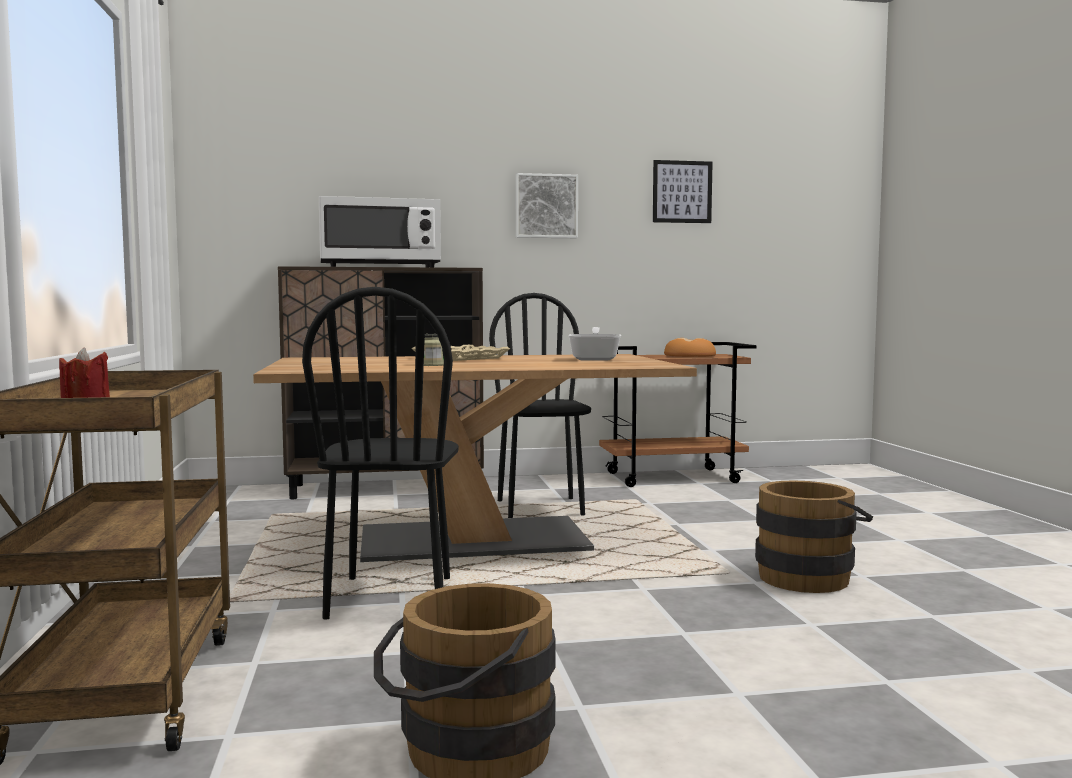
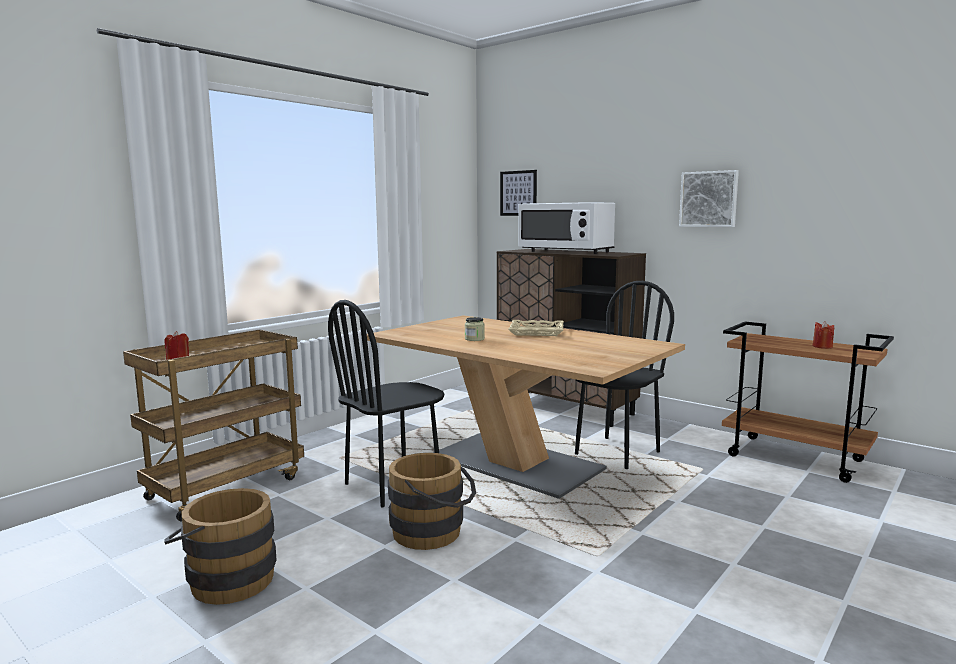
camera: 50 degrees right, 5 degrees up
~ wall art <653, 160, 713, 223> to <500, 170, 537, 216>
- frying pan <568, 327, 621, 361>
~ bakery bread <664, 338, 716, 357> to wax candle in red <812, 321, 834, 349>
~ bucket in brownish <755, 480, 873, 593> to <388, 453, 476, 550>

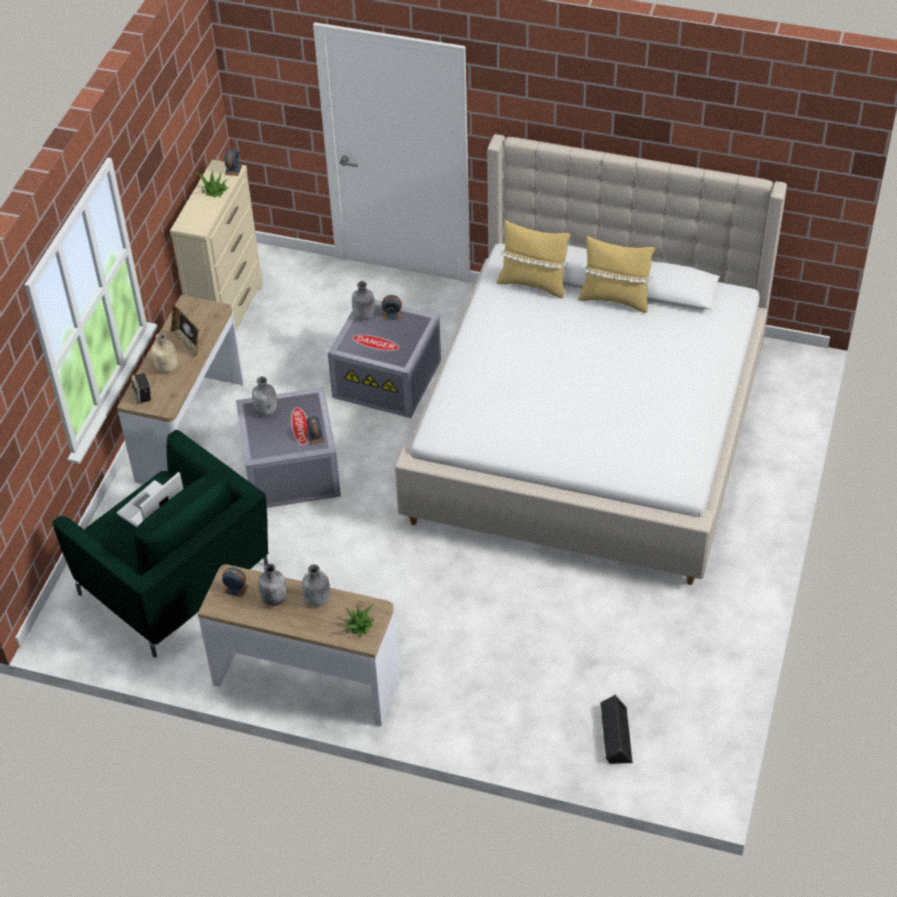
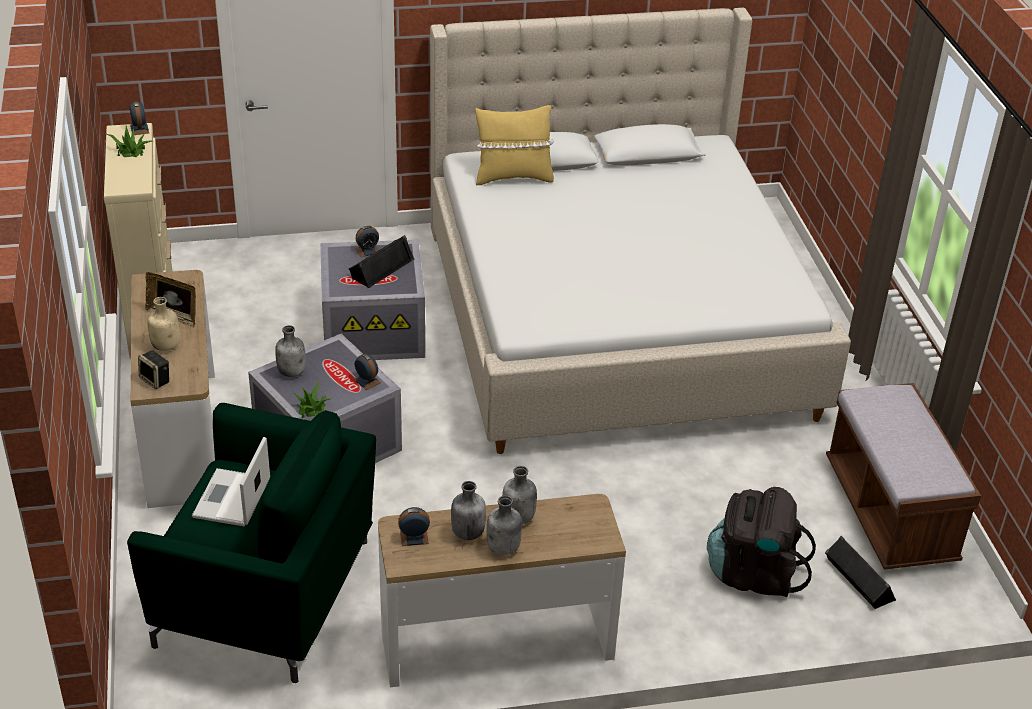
camera: 30 degrees left, 10 degrees down
- cushion in yellow <578, 236, 655, 313>
~ beverage bottle in greyish <352, 281, 375, 320> to <486, 496, 522, 555>
~ plant in a pot <344, 603, 375, 637> to <292, 382, 331, 419>
+ audio speaker in black-coloured <349, 235, 415, 288>
+ long seat in brownish <826, 383, 981, 570>
+ knapsack in black-coloured <707, 487, 816, 597>

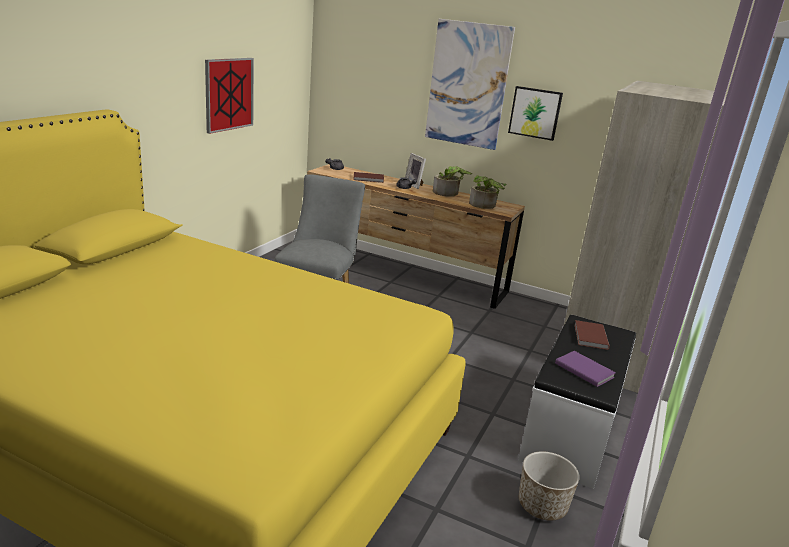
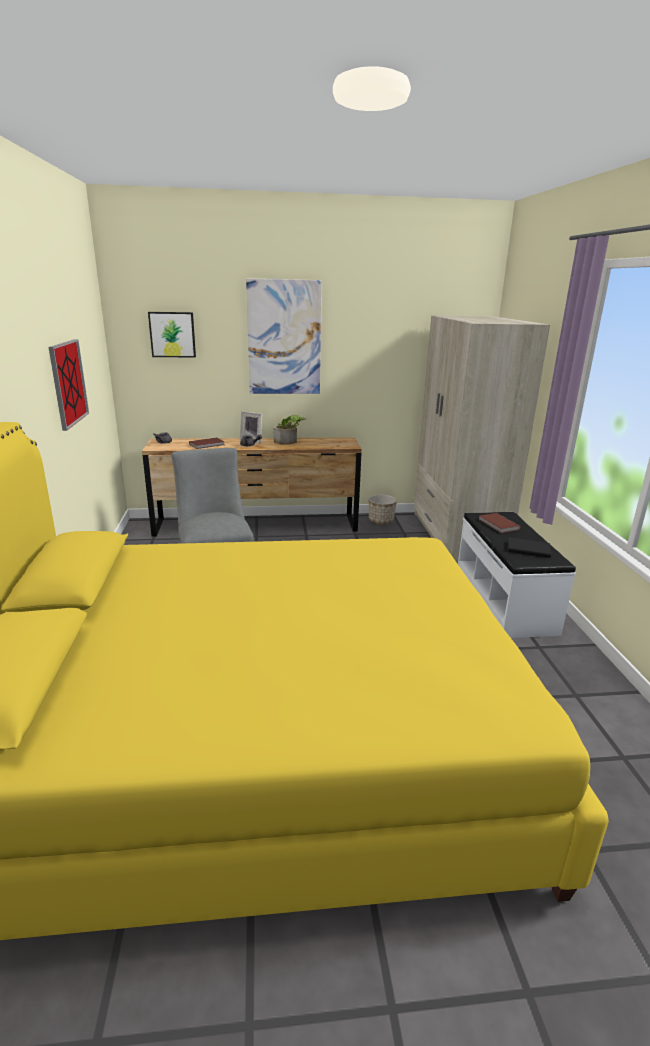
camera: 30 degrees left, 0 degrees up
~ wall art <508, 86, 563, 141> to <148, 312, 196, 358>
- plant in a pot <469, 175, 506, 209>
~ book in purplish <555, 351, 616, 387> to book in black-coloured <508, 538, 551, 558>
~ planter <519, 451, 580, 521> to <368, 494, 397, 524>

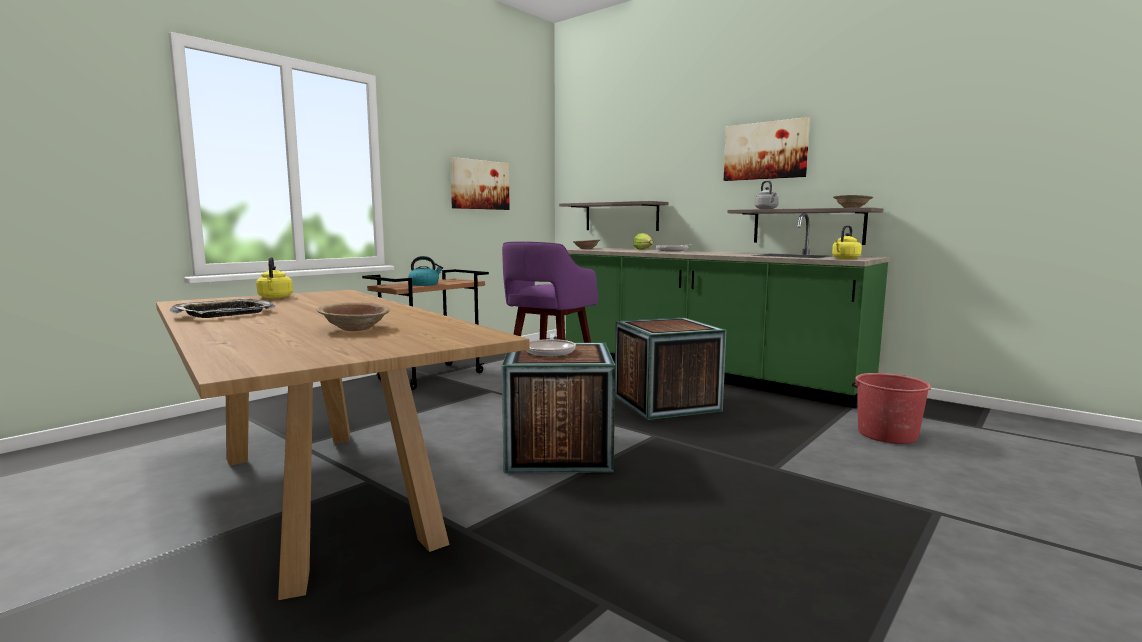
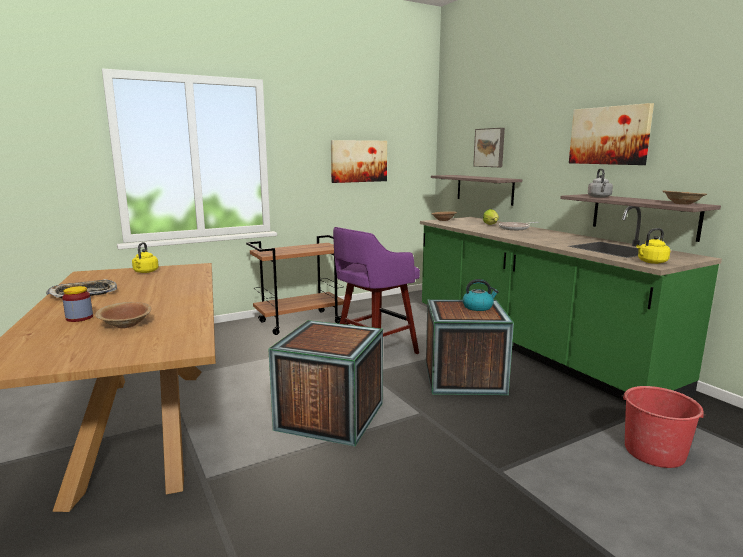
camera: 20 degrees right, 5 degrees up
~ kettle <408, 256, 443, 286> to <462, 279, 499, 311>
- frying pan <526, 334, 576, 356>
+ wall art <473, 128, 505, 167>
+ jar <62, 286, 93, 322>

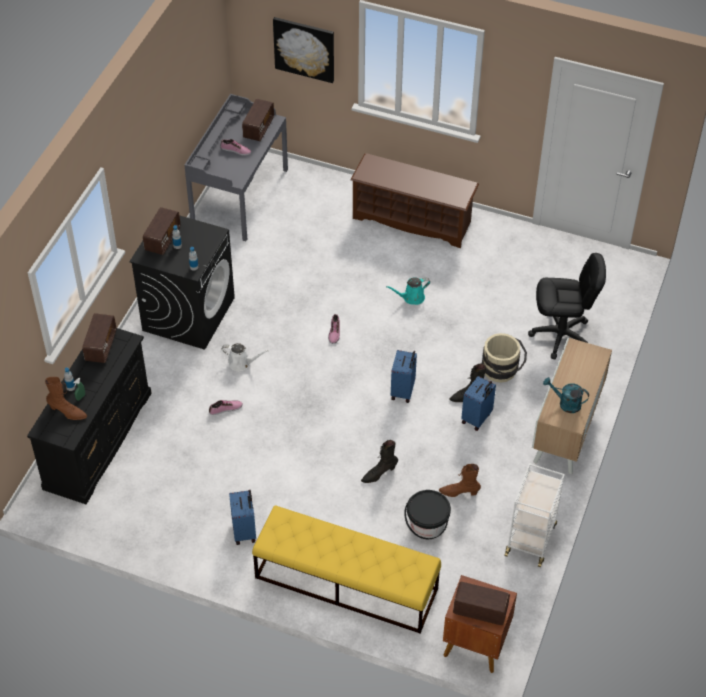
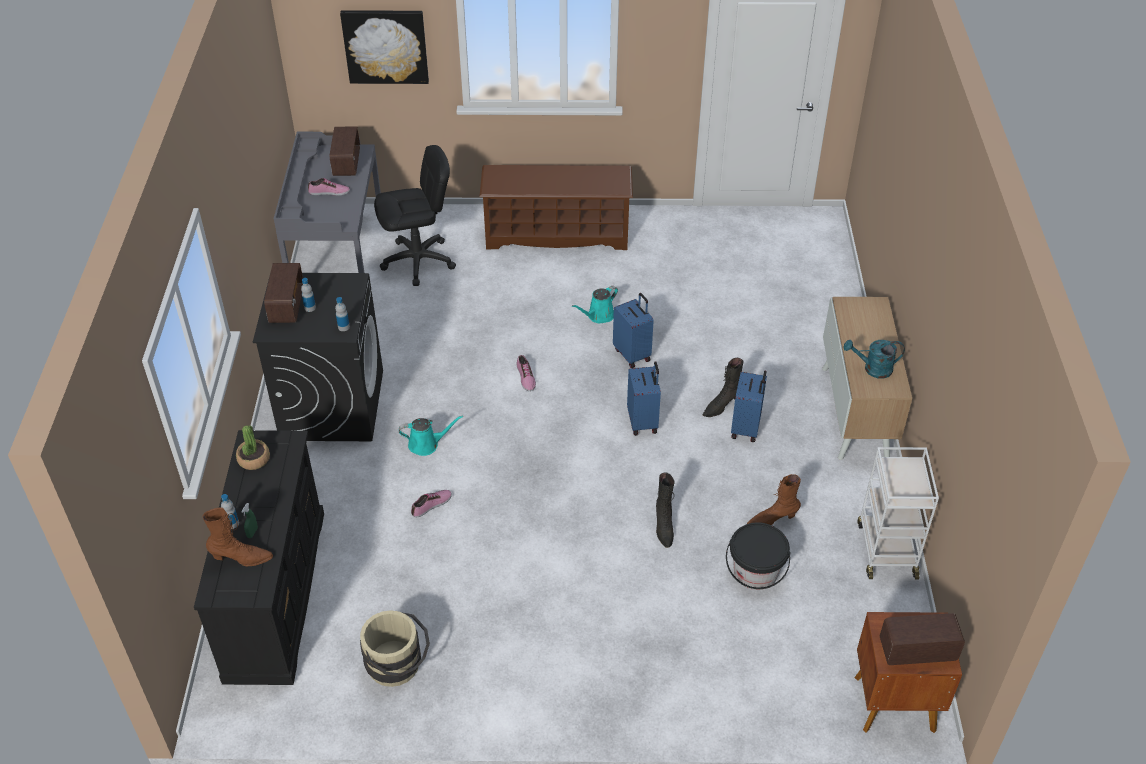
camera: 20 degrees left, 5 degrees down
~ computer chair in black-coloured <528, 253, 606, 359> to <374, 145, 456, 286>
~ radio <82, 313, 116, 363> to plant in a pot <236, 425, 270, 470>
~ bucket in beige <482, 333, 527, 383> to <360, 610, 430, 687>
~ watering can in whitish <221, 343, 268, 371> to watering can in turquoise <399, 415, 463, 456>
~ boot in black-coloured <361, 440, 398, 483> = <656, 472, 675, 548> 45 degrees counterclockwise
~ suitcase in blue-coloured <229, 489, 256, 545> to <613, 293, 654, 368>
- long seat in yellow <252, 506, 441, 634>

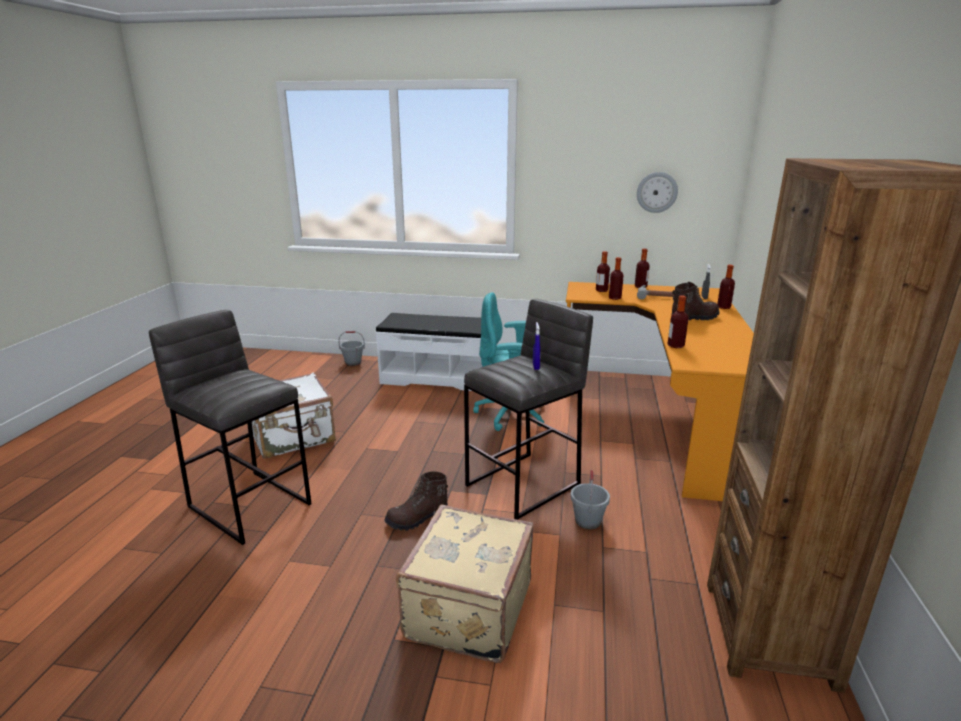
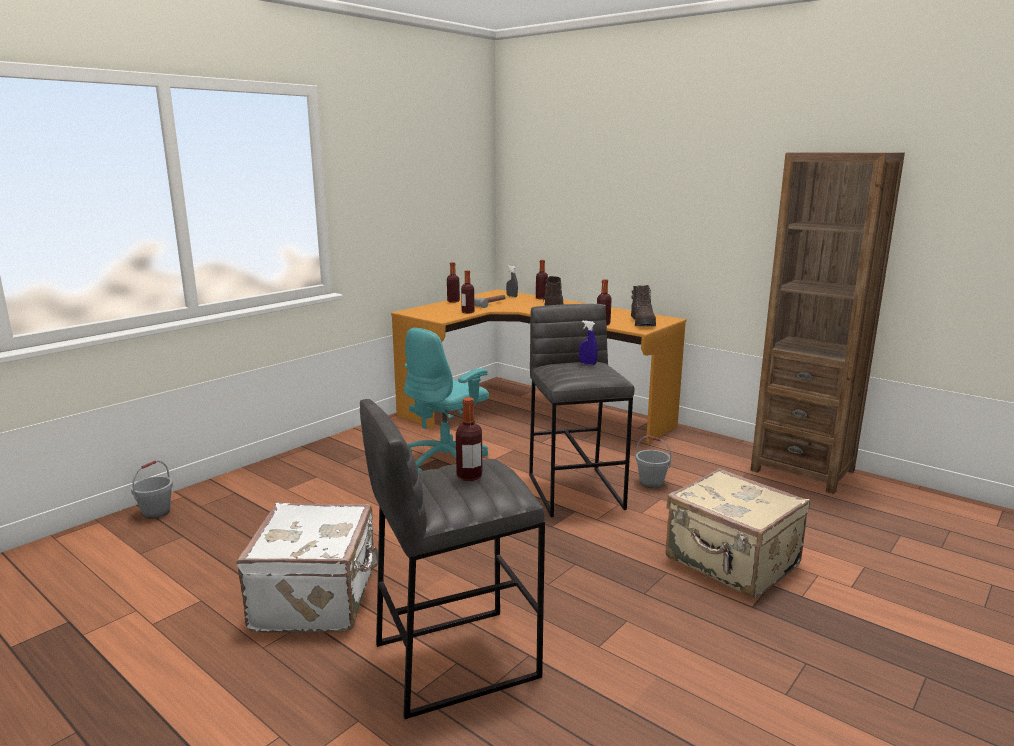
camera: 60 degrees left, 5 degrees down
- hanging clock <637, 172, 678, 213>
~ beverage bottle <596, 251, 610, 292> to <456, 397, 482, 481>
- long seat in whitish <375, 313, 483, 391>
~ boot in brownish <384, 471, 448, 531> to <631, 285, 656, 326>

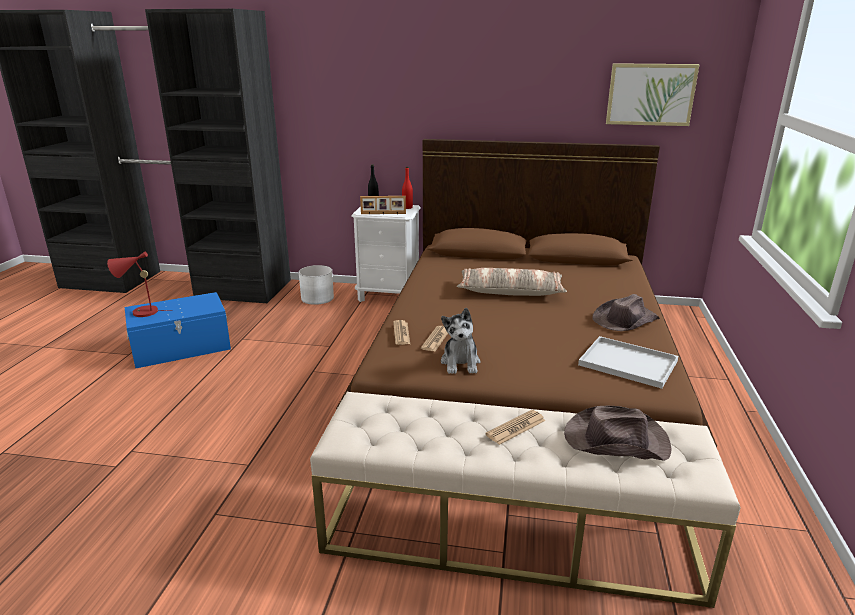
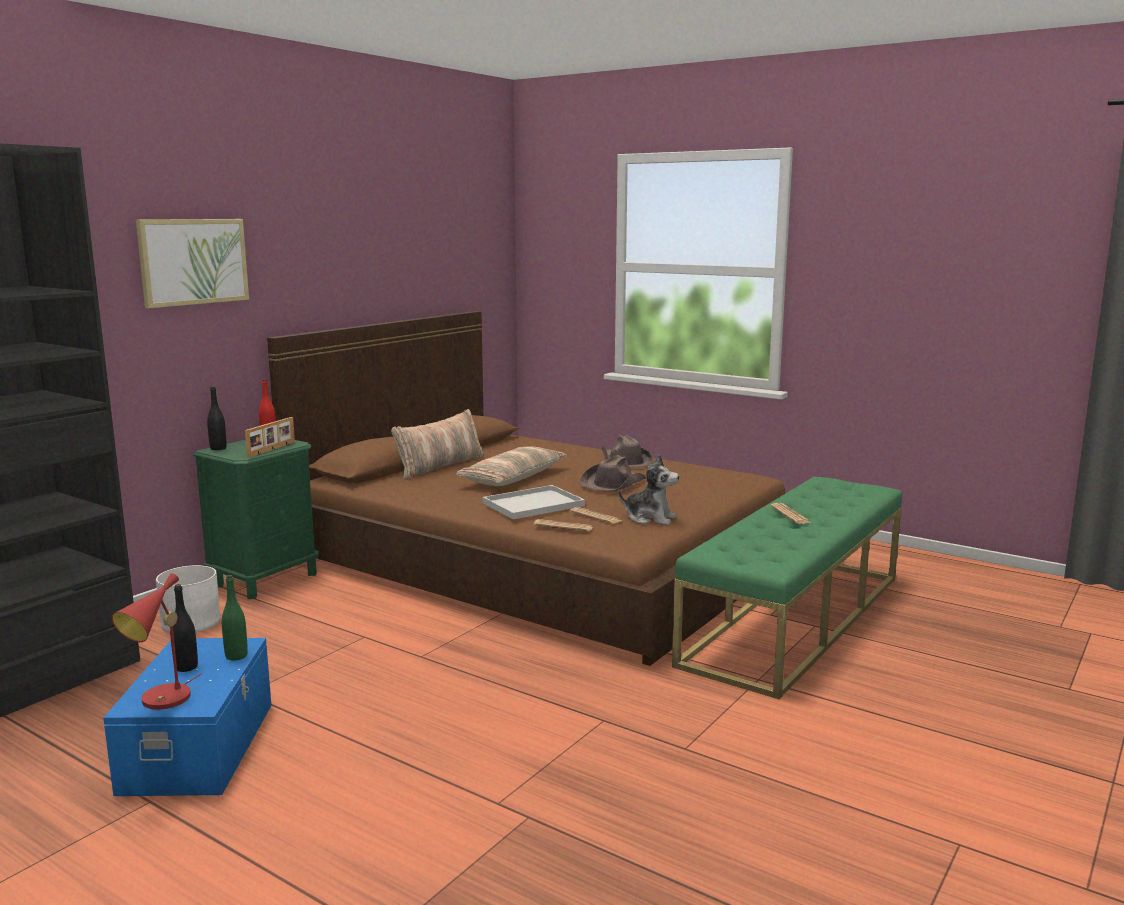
camera: 65 degrees left, 10 degrees down
~ wall art <606, 63, 700, 126> to <136, 219, 249, 308>
~ bedside table in whitish <351, 205, 421, 302> to bedside table in green <193, 440, 319, 599>
~ carrying tray in whitish <578, 336, 678, 389> to <483, 485, 585, 519>
~ long seat in beige <310, 392, 741, 608> to long seat in green <672, 476, 902, 699>
~ hat in brownish <564, 406, 672, 461> to <580, 455, 646, 491>
+ cushion <391, 409, 484, 480>
+ beverage bottle in green <222, 575, 248, 661>
+ beverage bottle in black-coloured <170, 584, 198, 672>

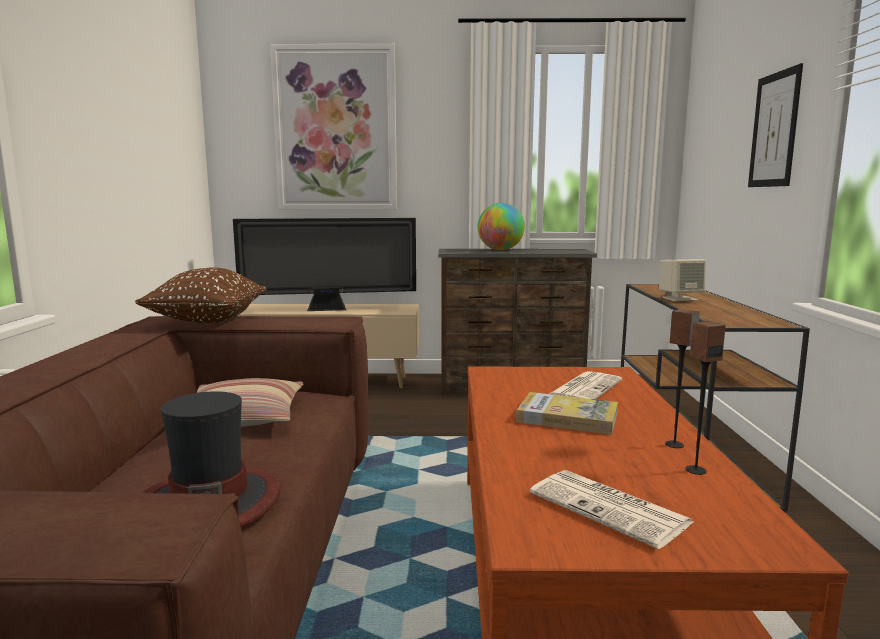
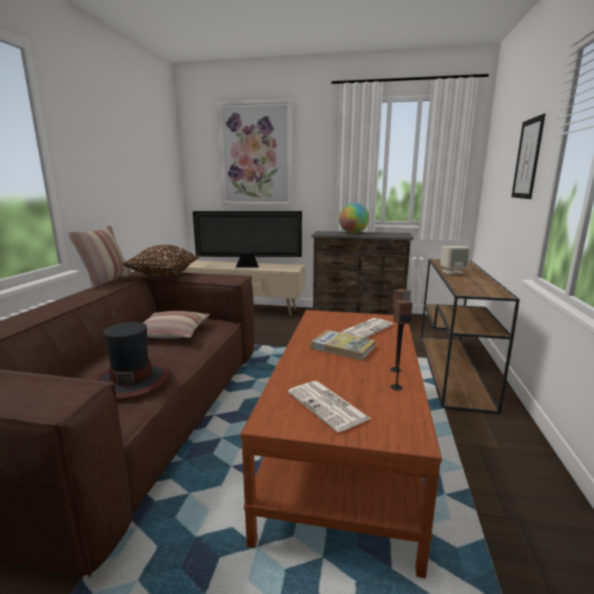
camera: 10 degrees right, 5 degrees up
+ cushion <68, 226, 132, 288>

